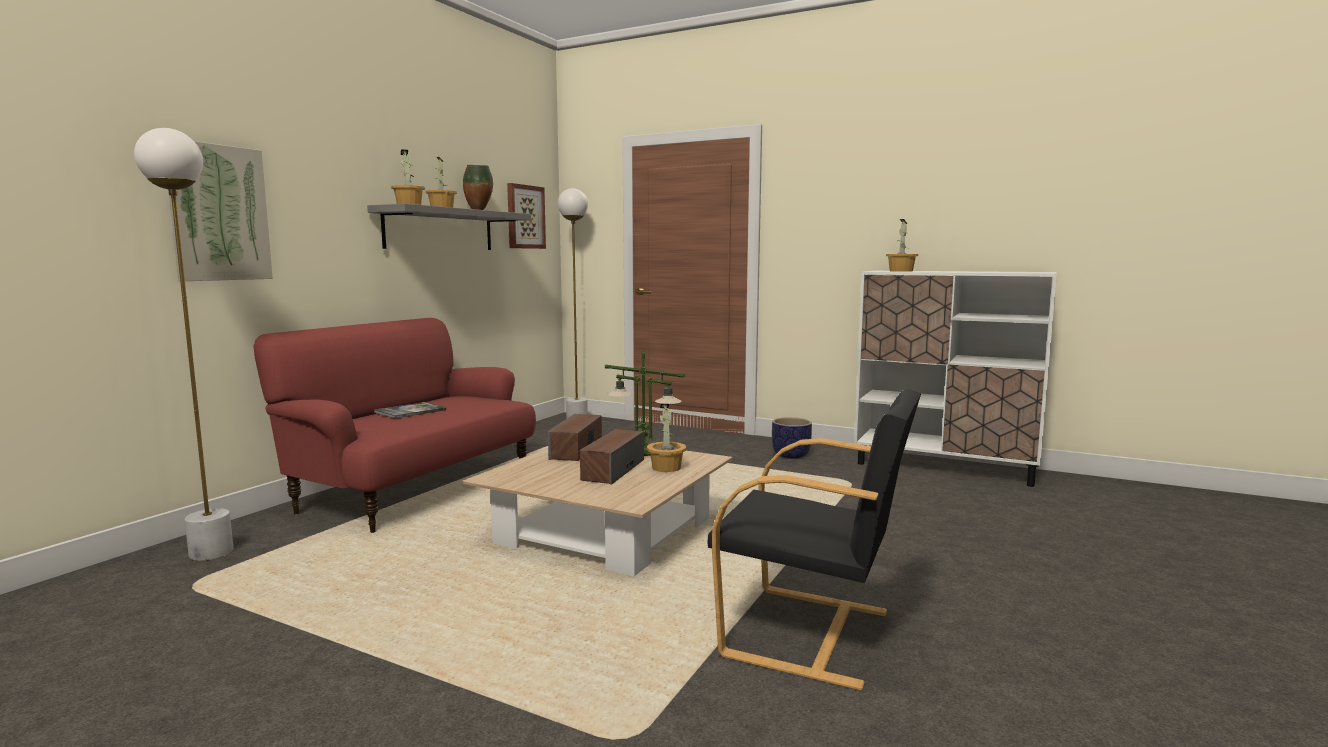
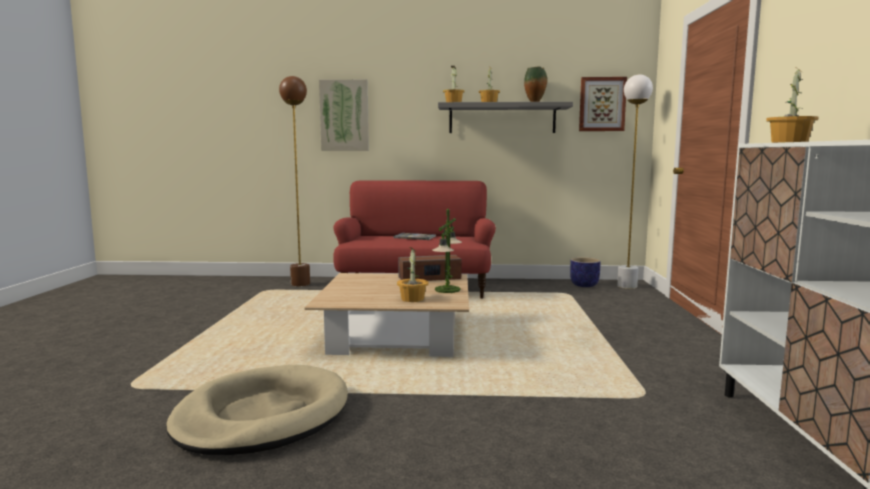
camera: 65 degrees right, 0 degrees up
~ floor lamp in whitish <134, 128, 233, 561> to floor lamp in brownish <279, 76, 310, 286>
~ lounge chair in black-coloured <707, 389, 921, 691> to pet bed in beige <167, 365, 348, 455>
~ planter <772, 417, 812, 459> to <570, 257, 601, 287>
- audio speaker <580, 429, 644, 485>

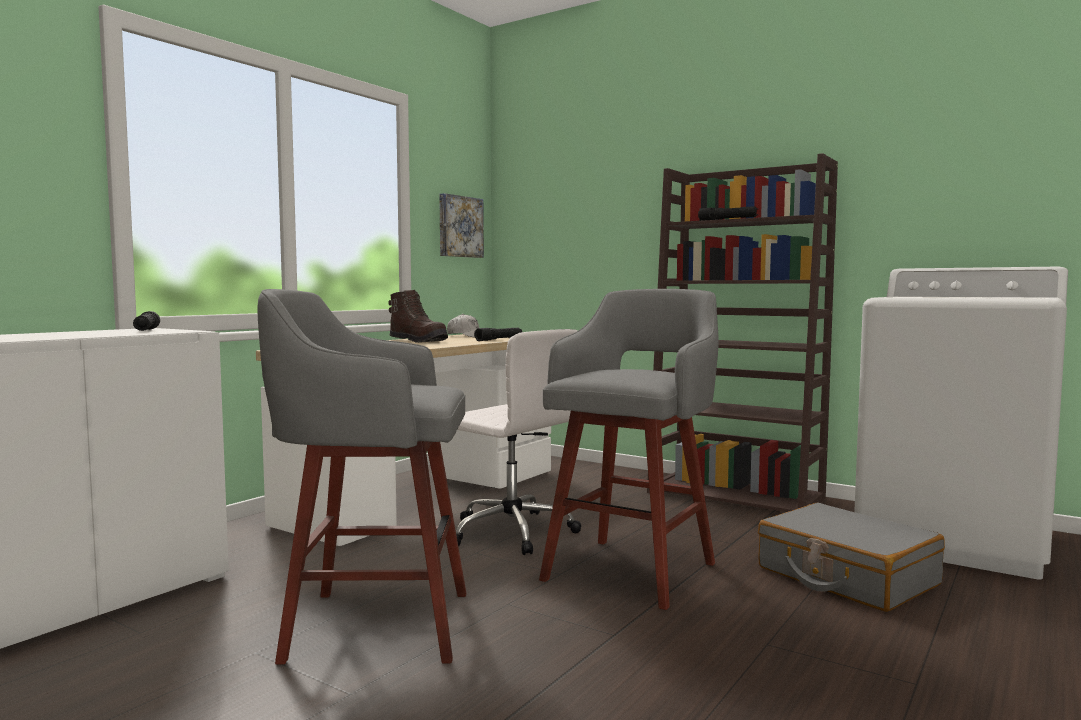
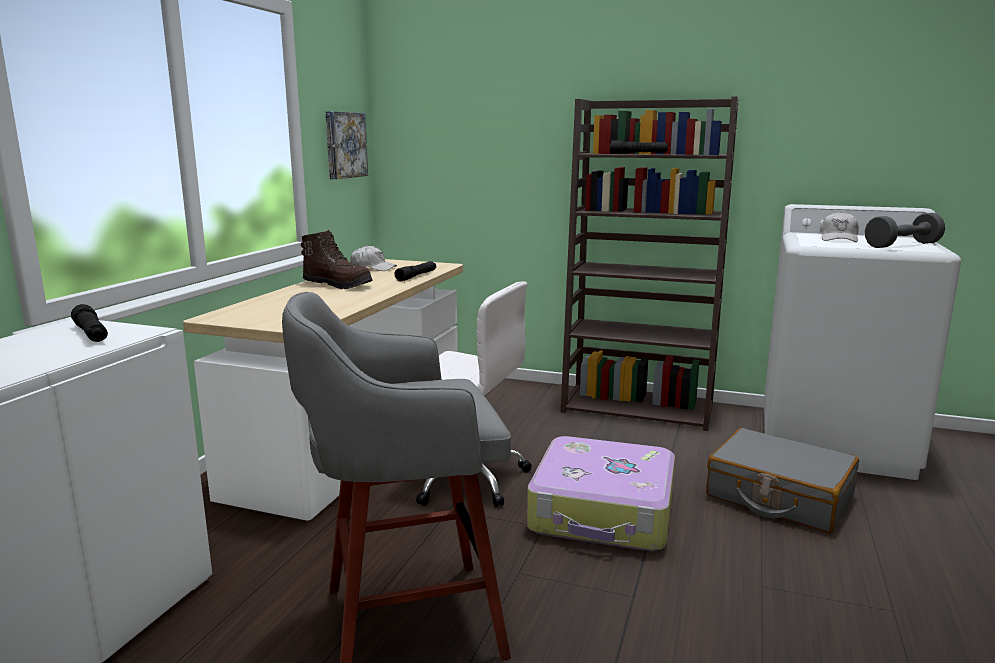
camera: 15 degrees left, 10 degrees up
~ stool in greyish <539, 289, 719, 610> to suitcase <527, 436, 675, 551>
+ cap in whitish <819, 211, 859, 242>
+ hand weight in greyish <865, 213, 945, 248>

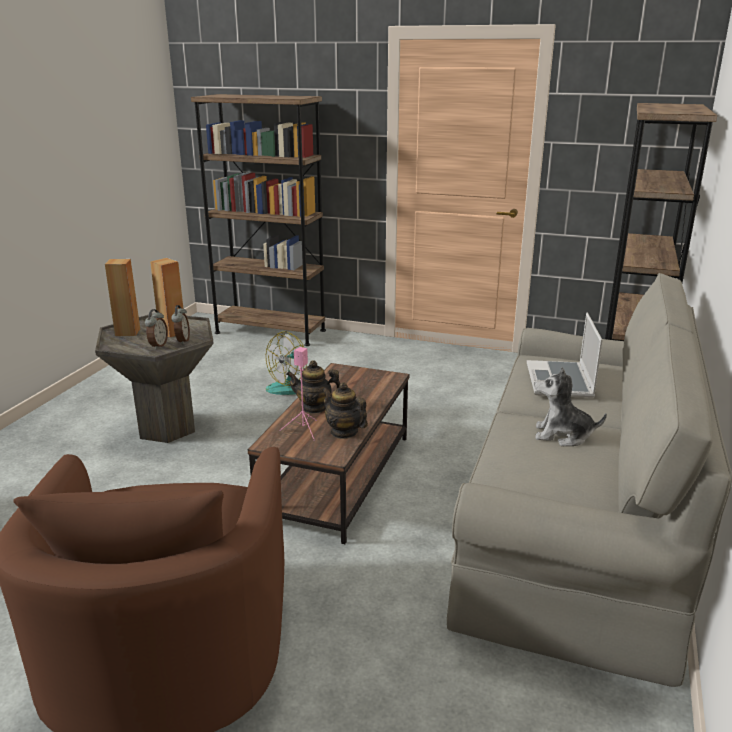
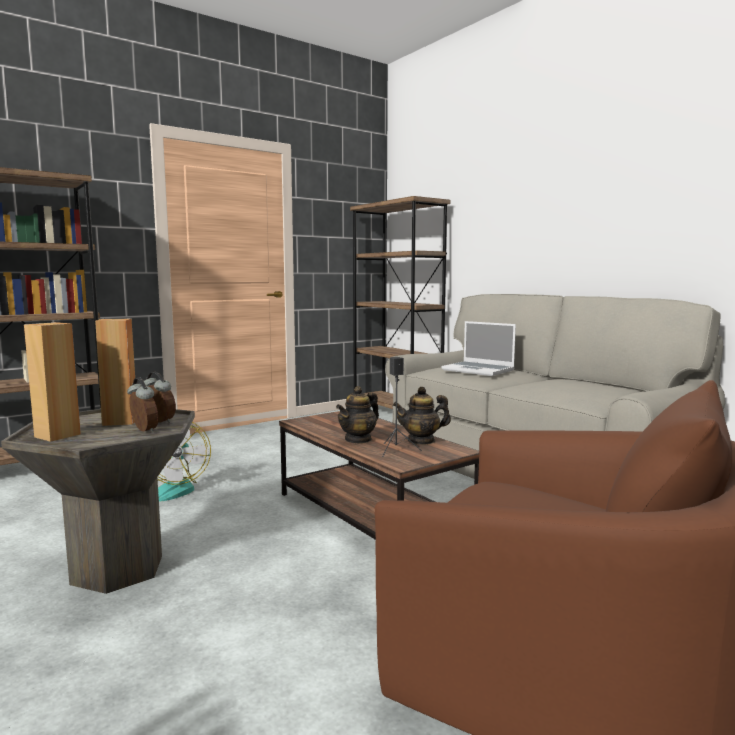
camera: 55 degrees left, 15 degrees down
~ audio speaker in pink-coloured <279, 347, 317, 441> to audio speaker in black-coloured <382, 357, 422, 457>
- soft toy <534, 367, 607, 446>

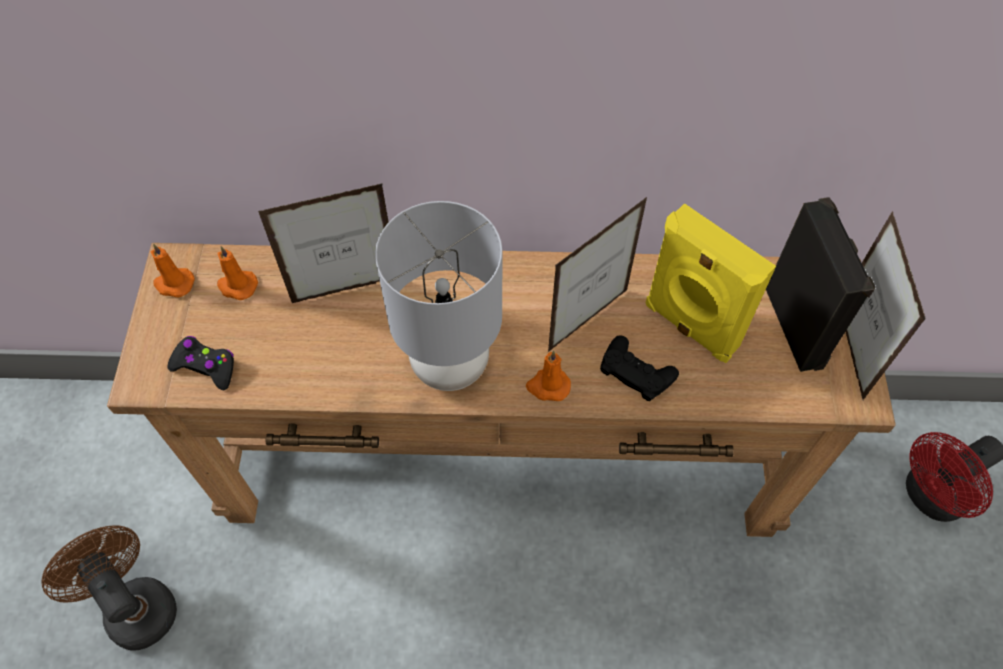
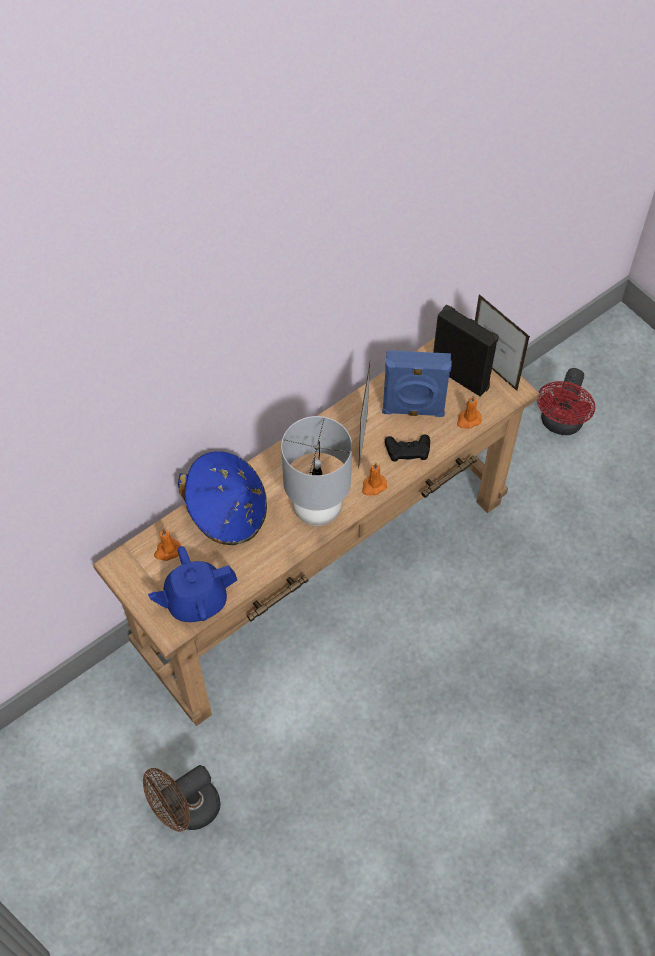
camera: 40 degrees left, 0 degrees up
~ photo frame <258, 183, 388, 303> to hat in blue-coloured <178, 451, 267, 545>
~ audio speaker in yellow <645, 203, 776, 363> to audio speaker in blue-coloured <382, 350, 452, 417>
~ wax candle in orangey <151, 244, 195, 297> to <457, 395, 482, 429>
~ joypad in black-coloured <168, 336, 234, 390> to teapot in blue-coloured <148, 546, 237, 622>
~ fan in brownish <41, 525, 177, 651> = <143, 765, 221, 832> 45 degrees counterclockwise

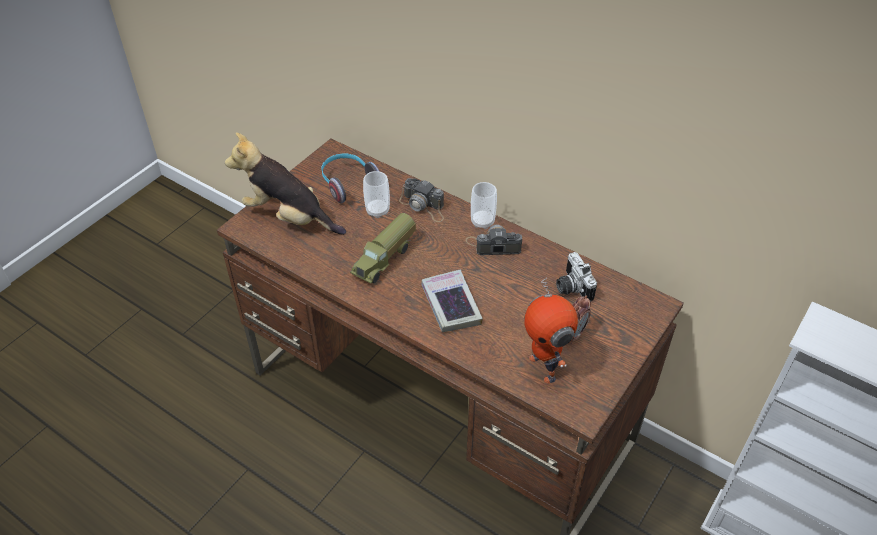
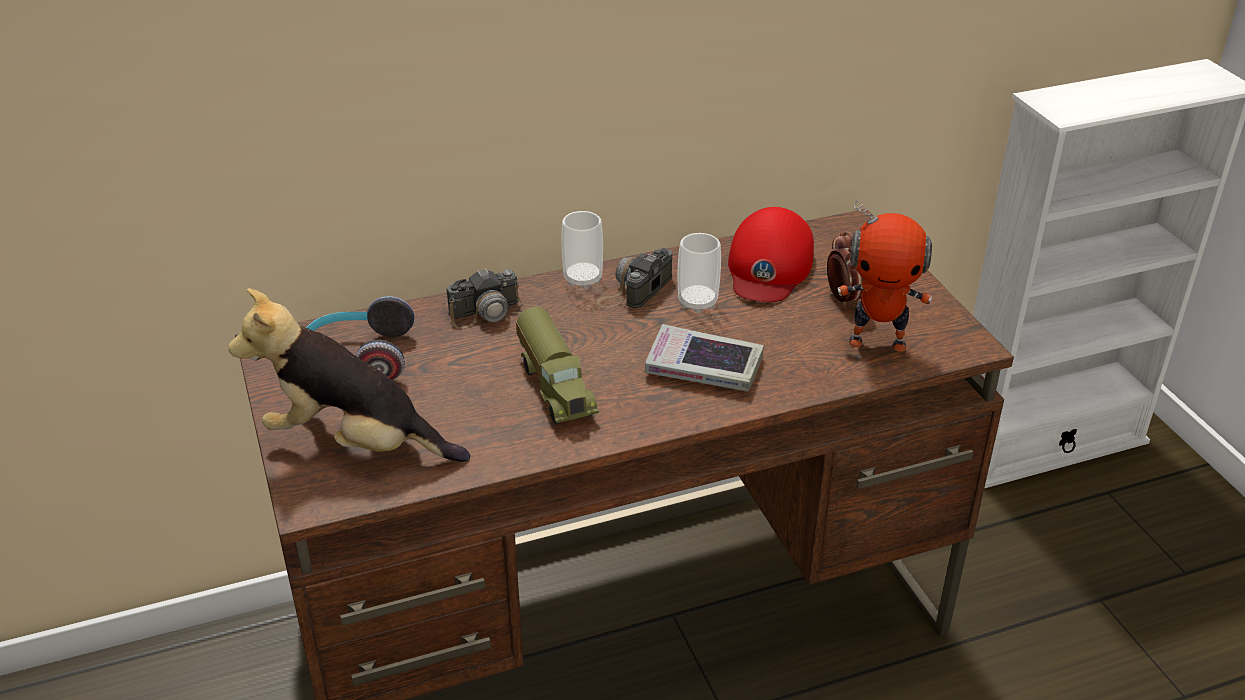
camera: 55 degrees left, 10 degrees down
~ soft toy <225, 132, 346, 235> = <228, 288, 470, 462> 45 degrees clockwise
~ cup <363, 171, 390, 218> to <678, 233, 721, 313>
~ photo camera <556, 252, 597, 301> to cap in red <728, 207, 814, 302>

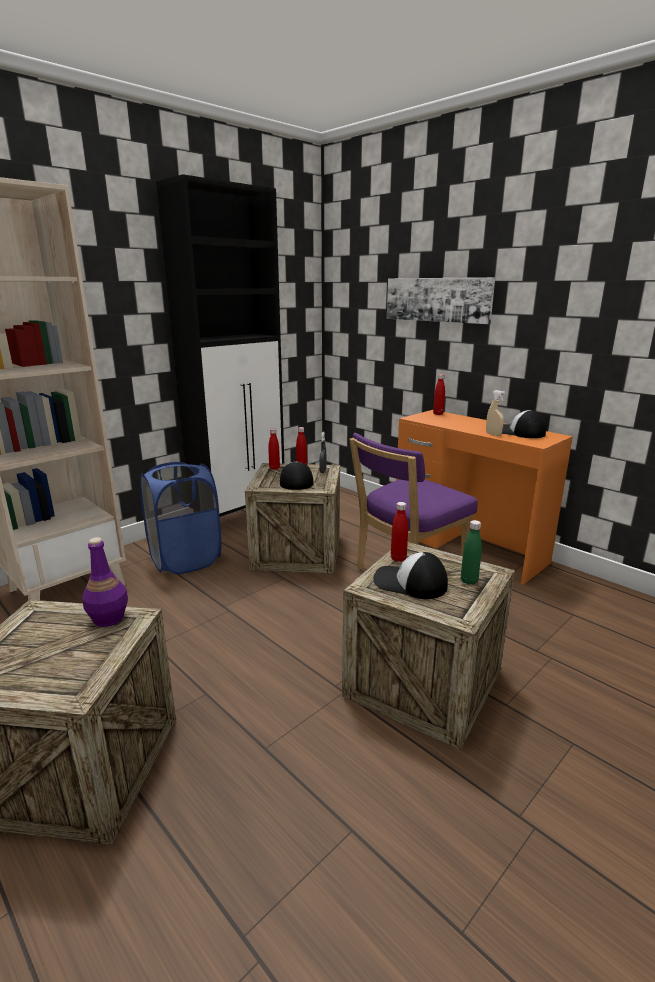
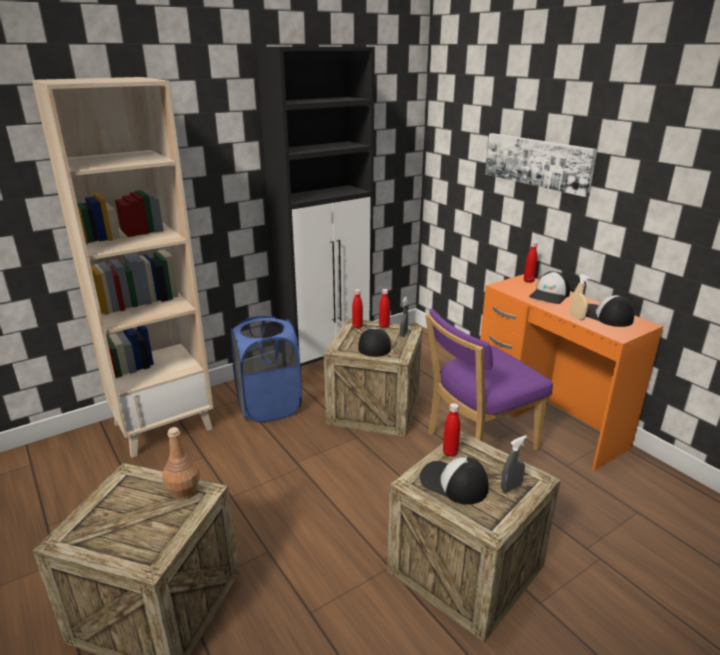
camera: 10 degrees right, 5 degrees up
~ beverage bottle in green <461, 520, 482, 585> to spray bottle in greyish <501, 435, 527, 492>
~ beverage bottle in purplish <82, 537, 128, 627> to beverage bottle in brownish <162, 427, 200, 499>
+ cap <529, 271, 570, 304>

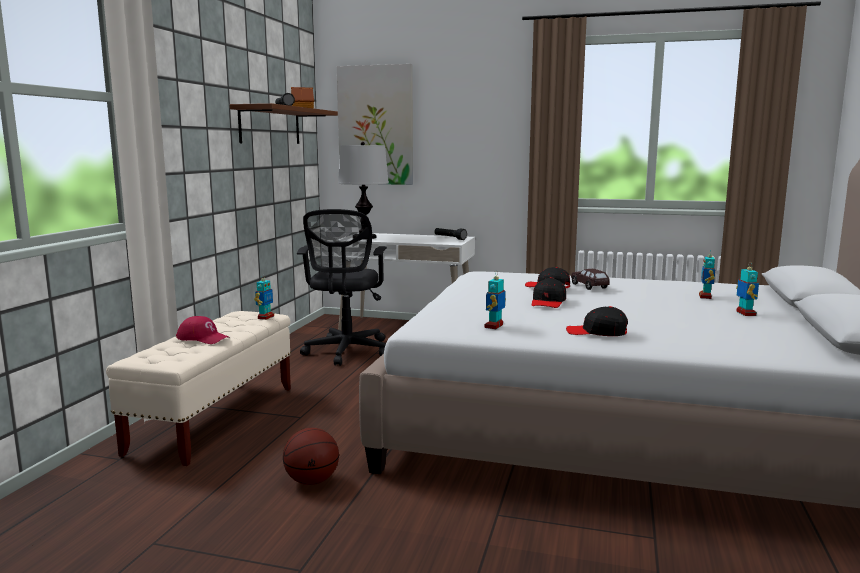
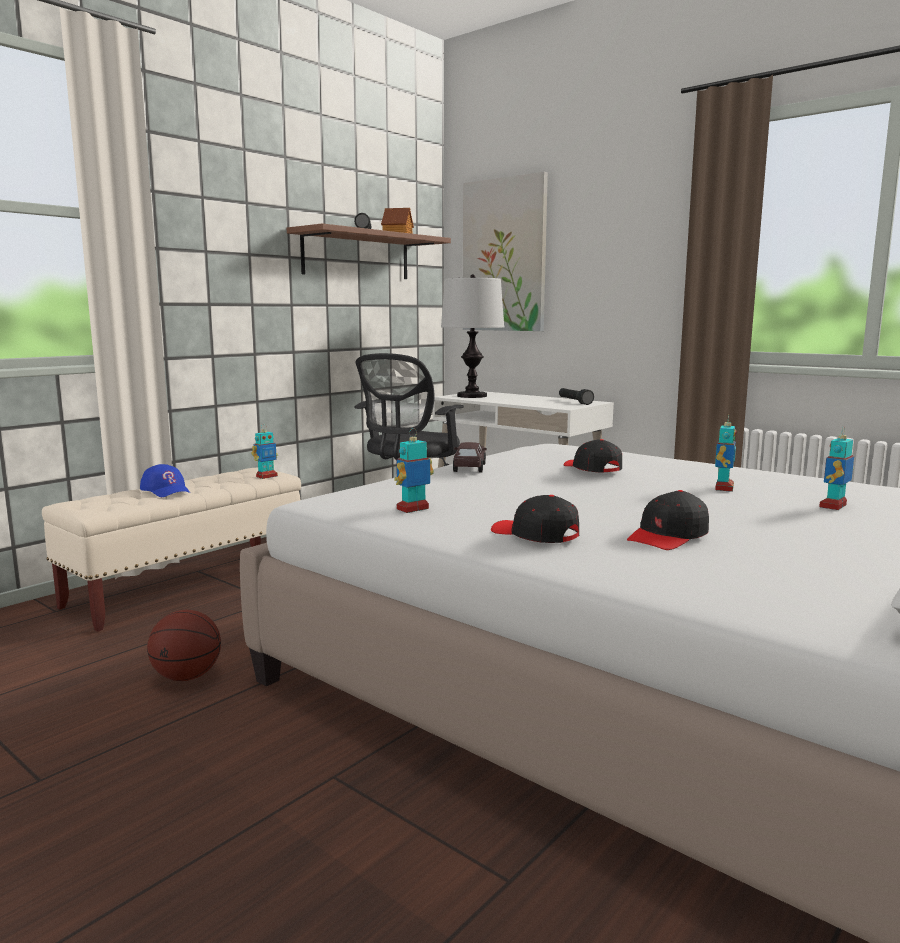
camera: 25 degrees right, 0 degrees up
~ model robot <736, 263, 759, 316> to <715, 415, 737, 492>
~ model car in brownish <571, 269, 610, 290> to <453, 442, 487, 472>
~ cap in black-coloured <532, 277, 566, 308> to <627, 490, 709, 550>
~ cap in red <176, 316, 230, 344> to cap in blue-coloured <140, 464, 190, 497>

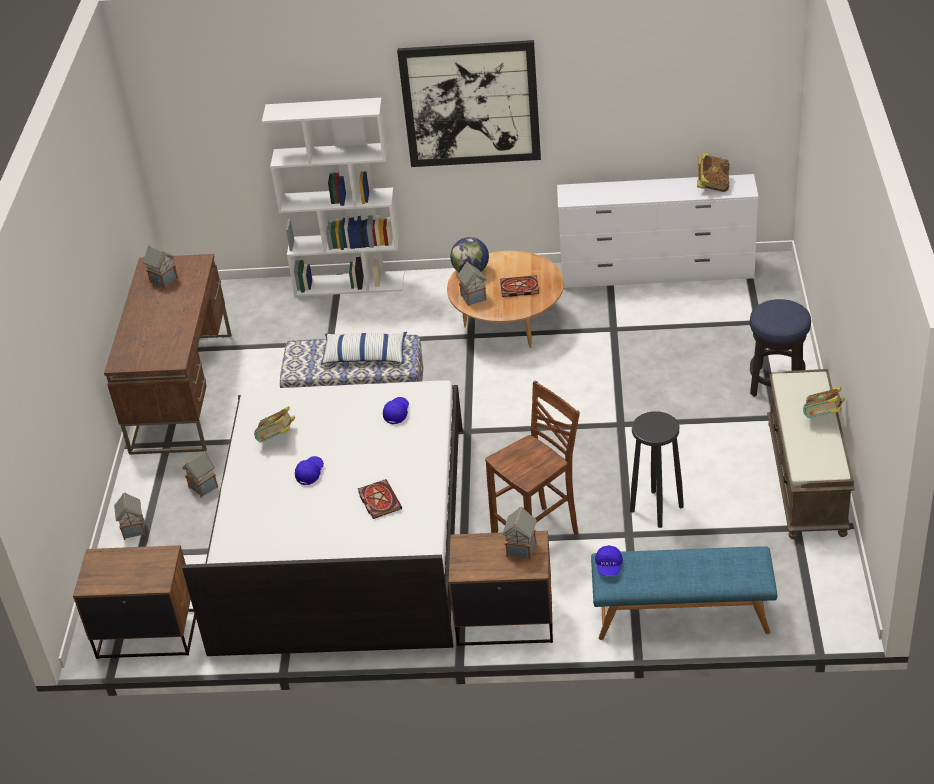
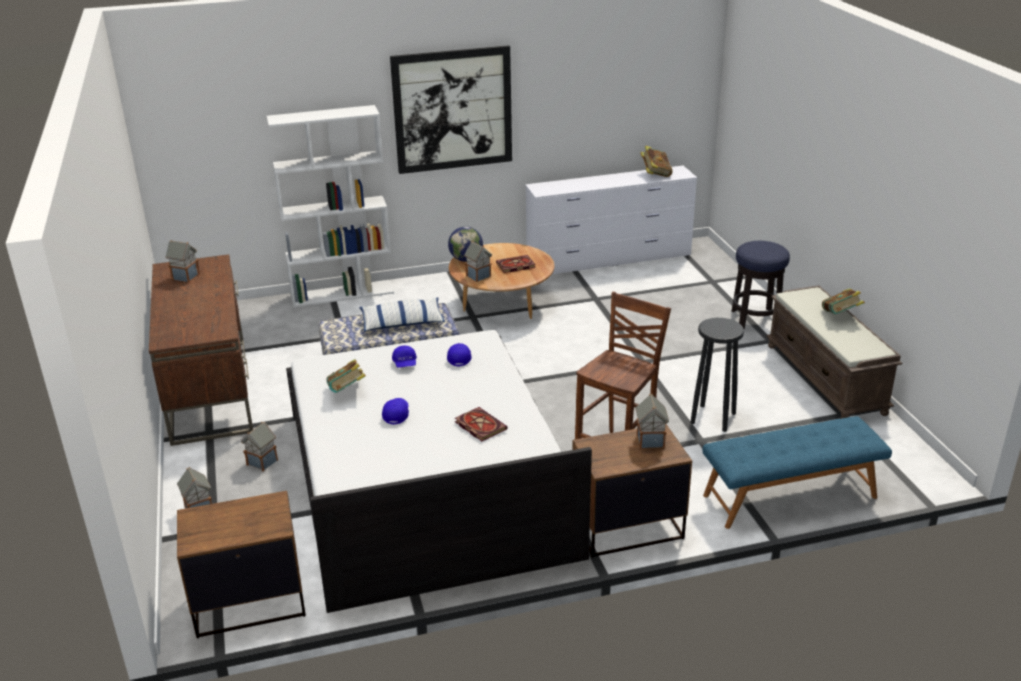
camera: 20 degrees left, 10 degrees down
~ cap in blue-coloured <595, 545, 623, 576> to <392, 345, 417, 368>

